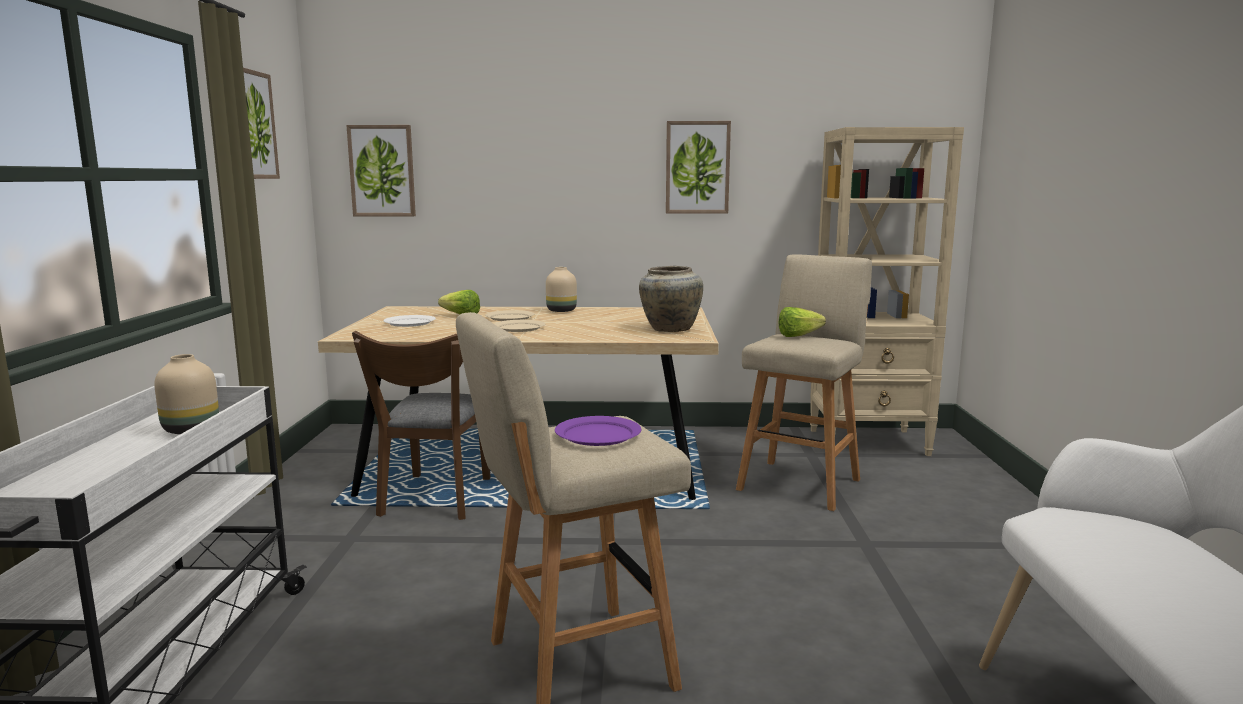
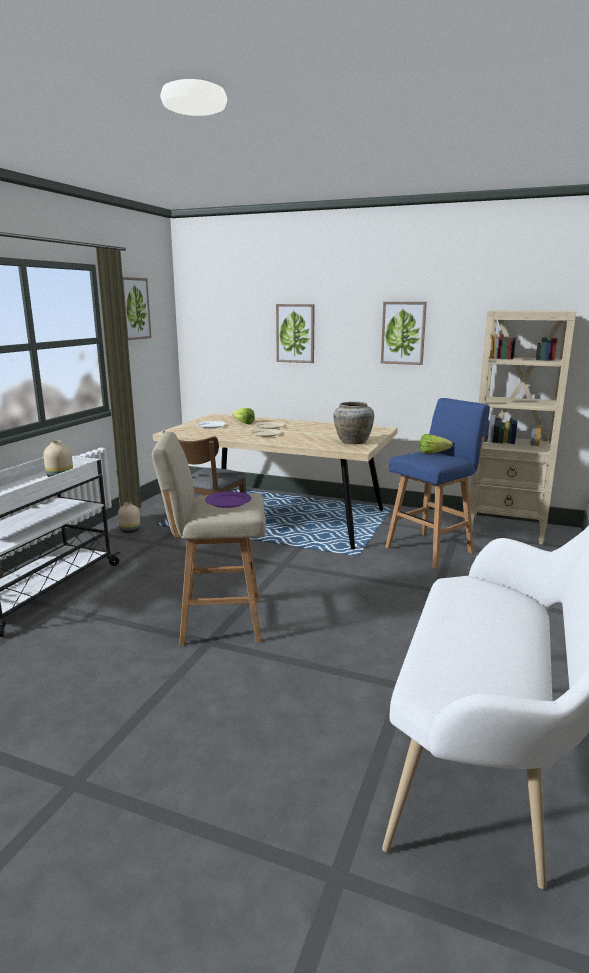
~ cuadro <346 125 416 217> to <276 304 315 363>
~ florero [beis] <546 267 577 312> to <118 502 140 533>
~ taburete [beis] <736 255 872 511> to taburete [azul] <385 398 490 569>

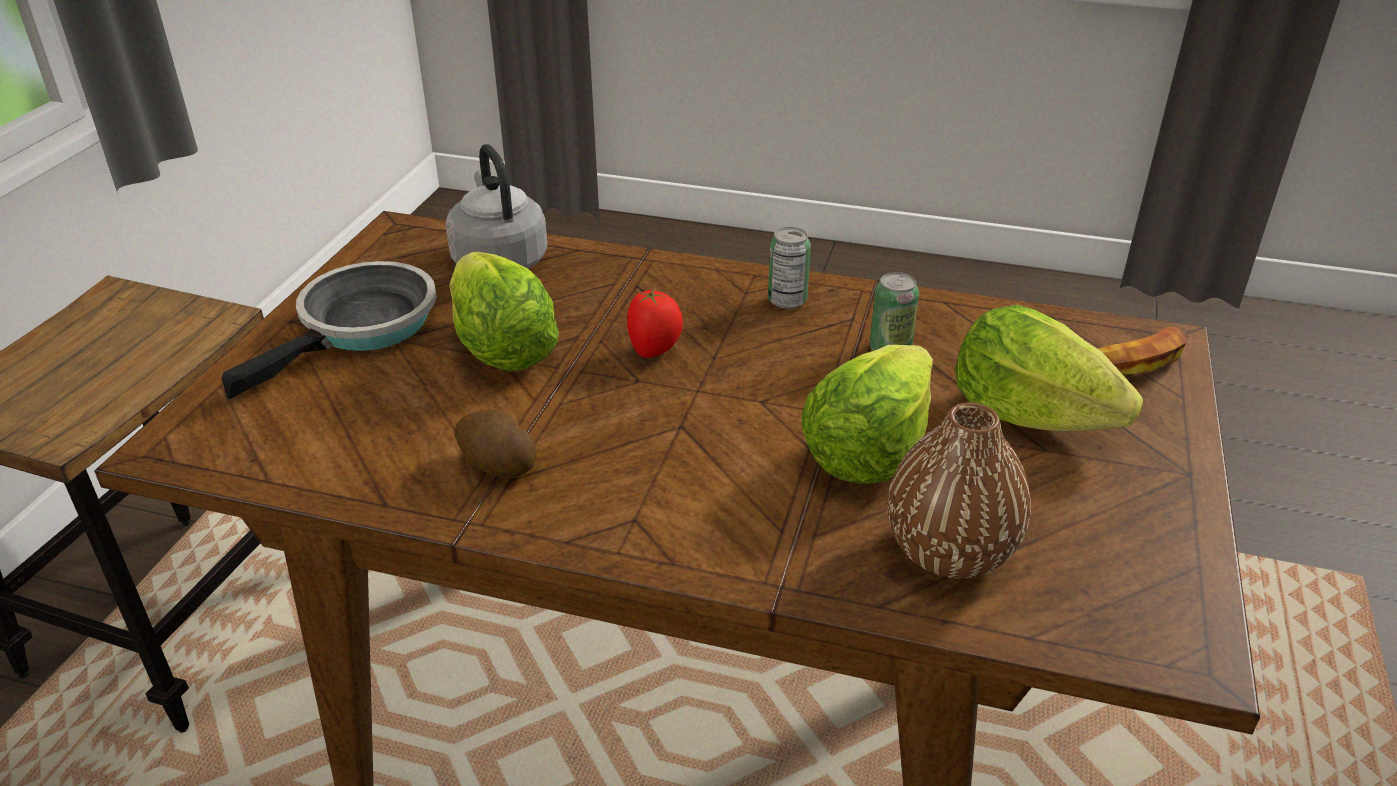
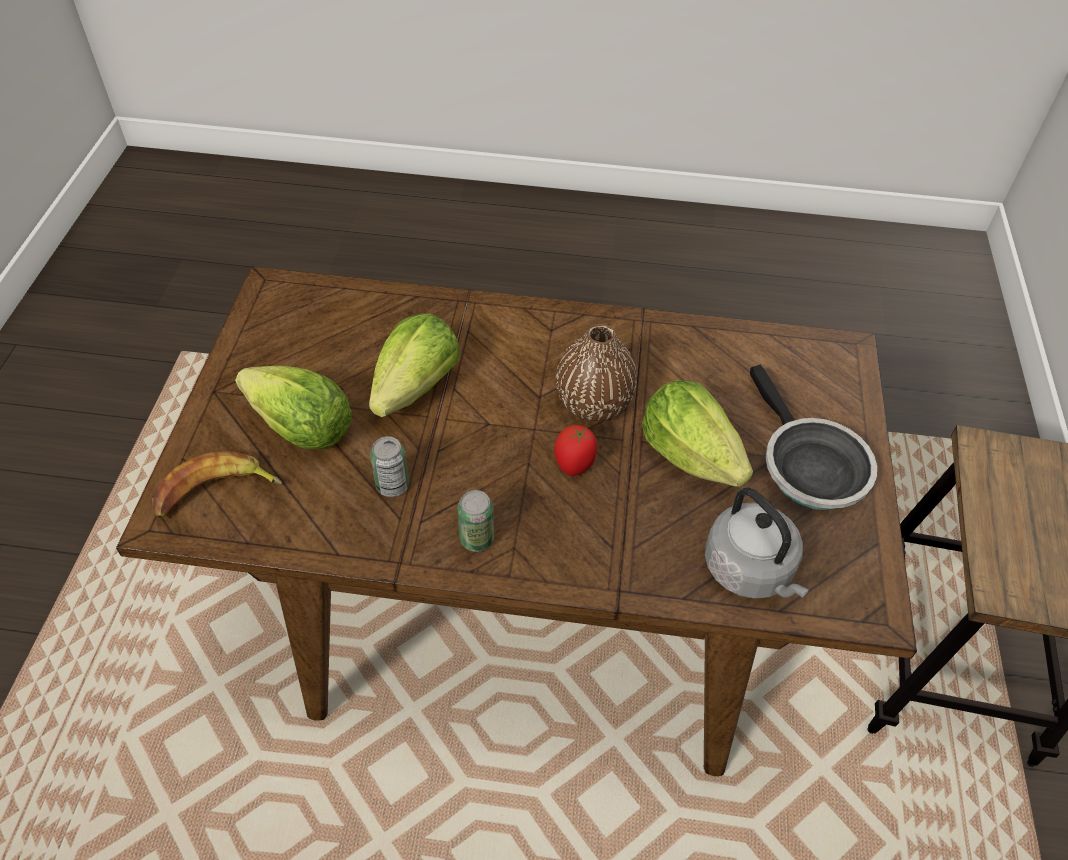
~ sartén <222 261 437 399> = <750 365 877 510> 45 degrees counterclockwise
- patata <455 410 537 478>
~ florero [marrón] <887 402 1031 578> to <556 324 637 421>

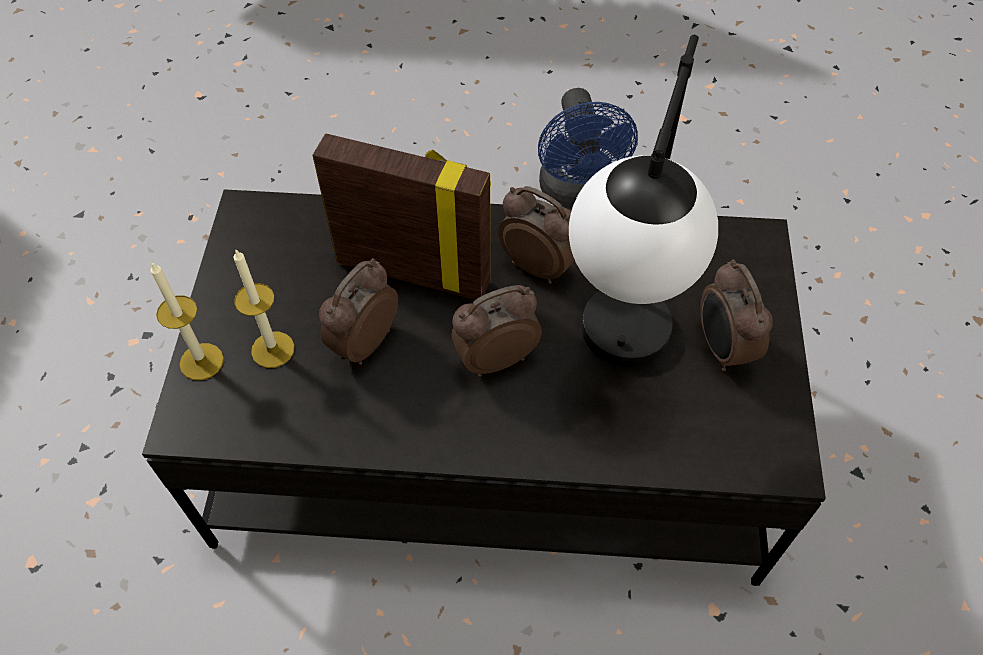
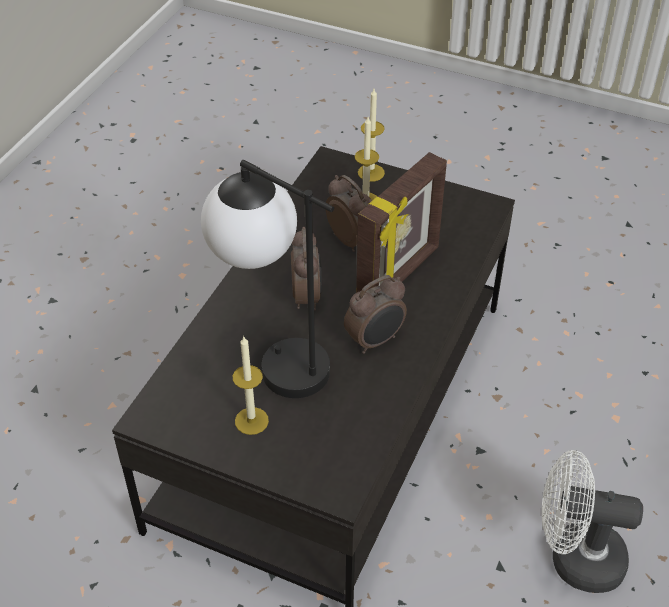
~ ventilador [azul] <538 88 638 208> to ventilador [blanco] <542 450 643 593>
~ despertador <700 259 773 371> to vela <233 337 269 435>

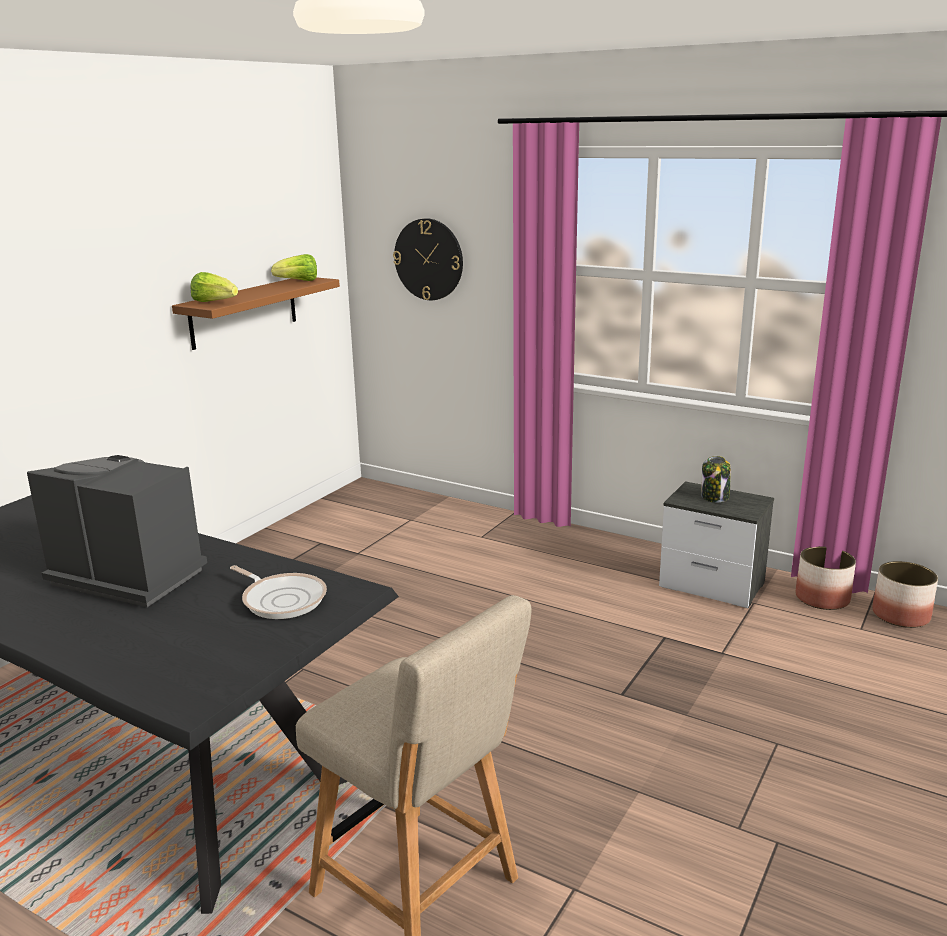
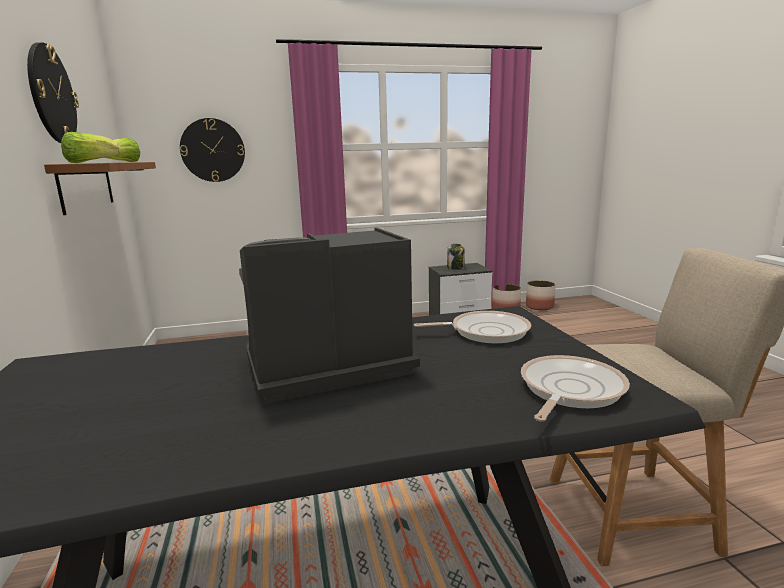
+ reloj de pared <27 42 79 143>
+ sartén <521 355 630 422>

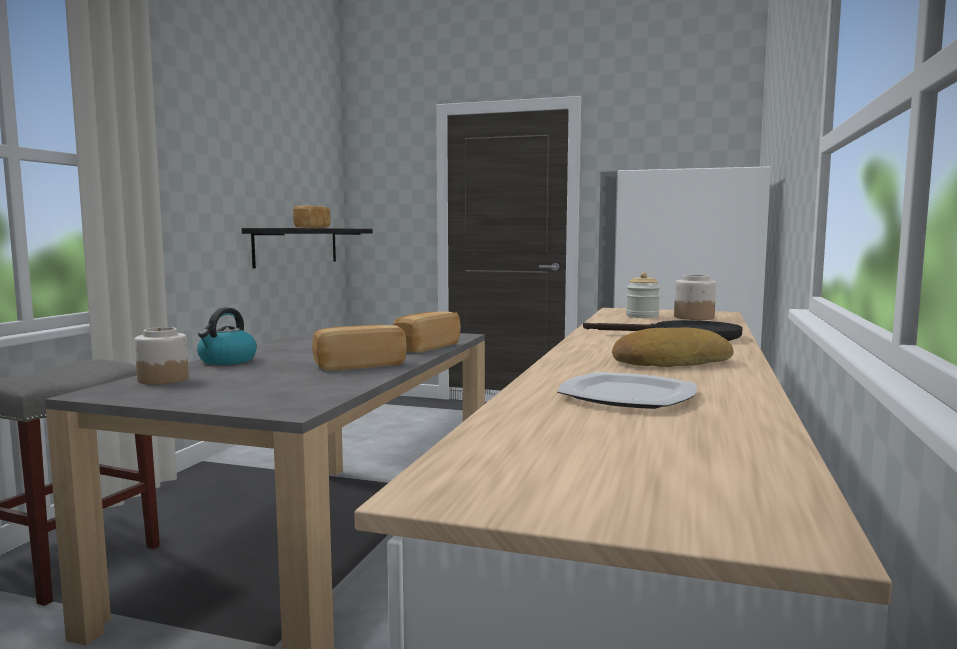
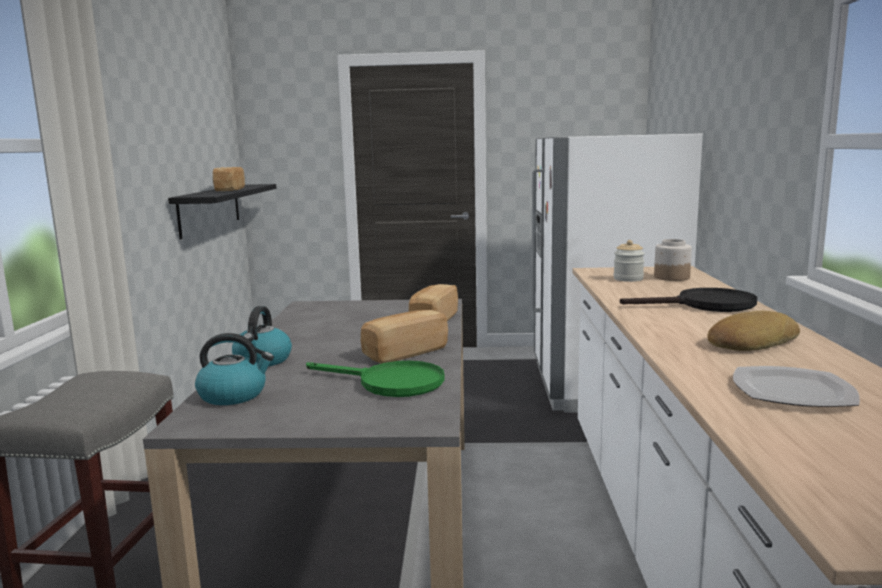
~ tarro <135 327 189 385> to hervidor <195 333 274 405>
+ sartén [verde] <306 361 445 397>

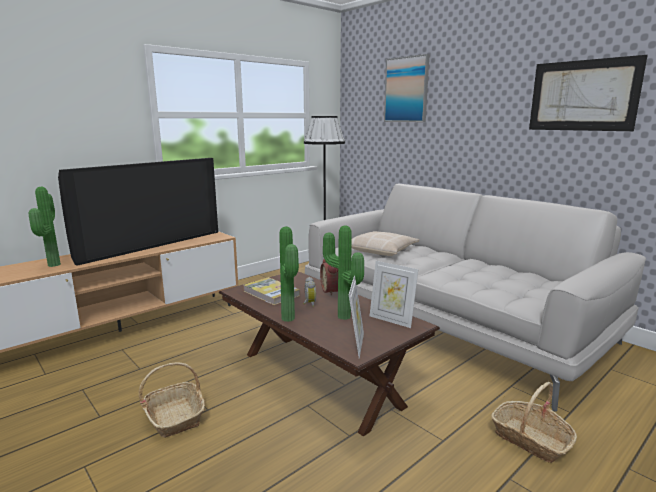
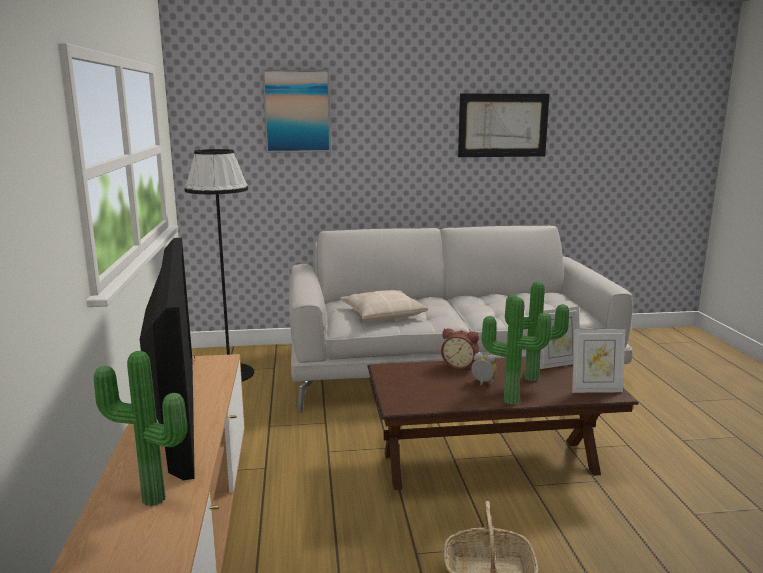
- libro <243 277 300 305>
~ portarretratos <349 275 364 358> = <572 329 625 393> 135 degrees clockwise
- cesta <491 382 577 463>

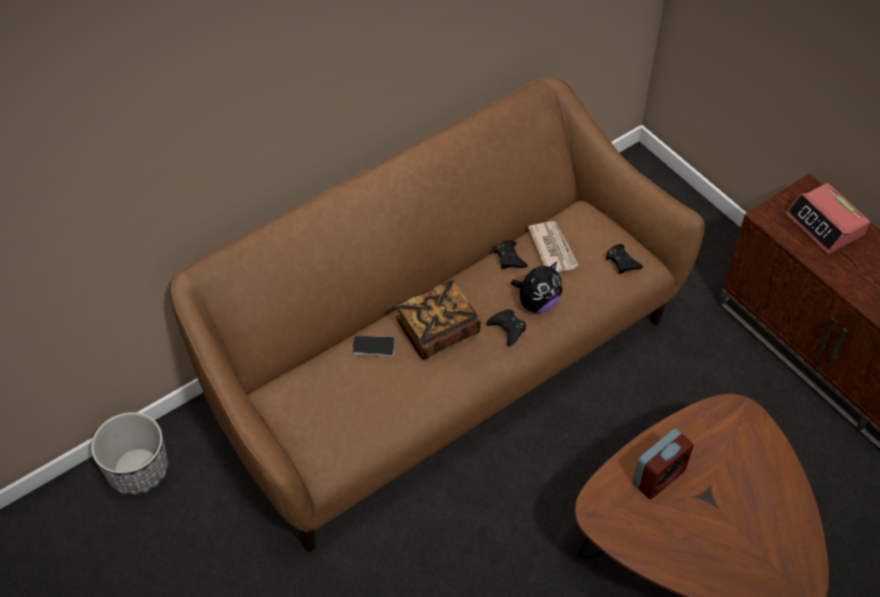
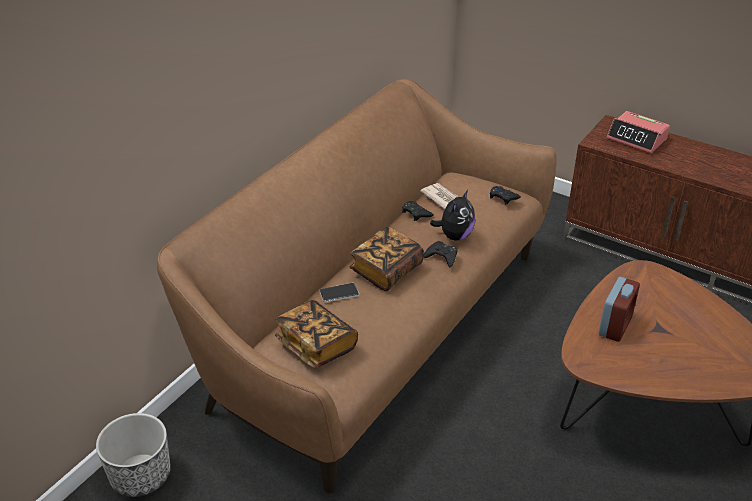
+ libro <275 300 358 368>

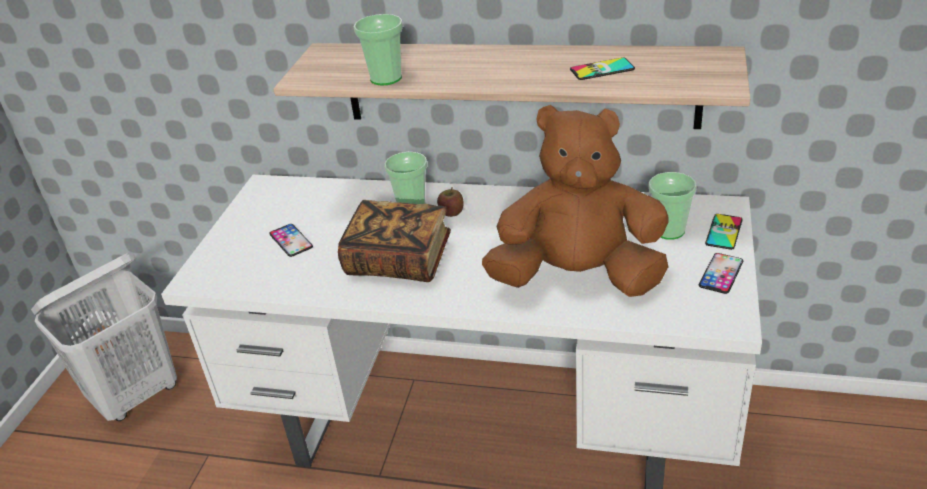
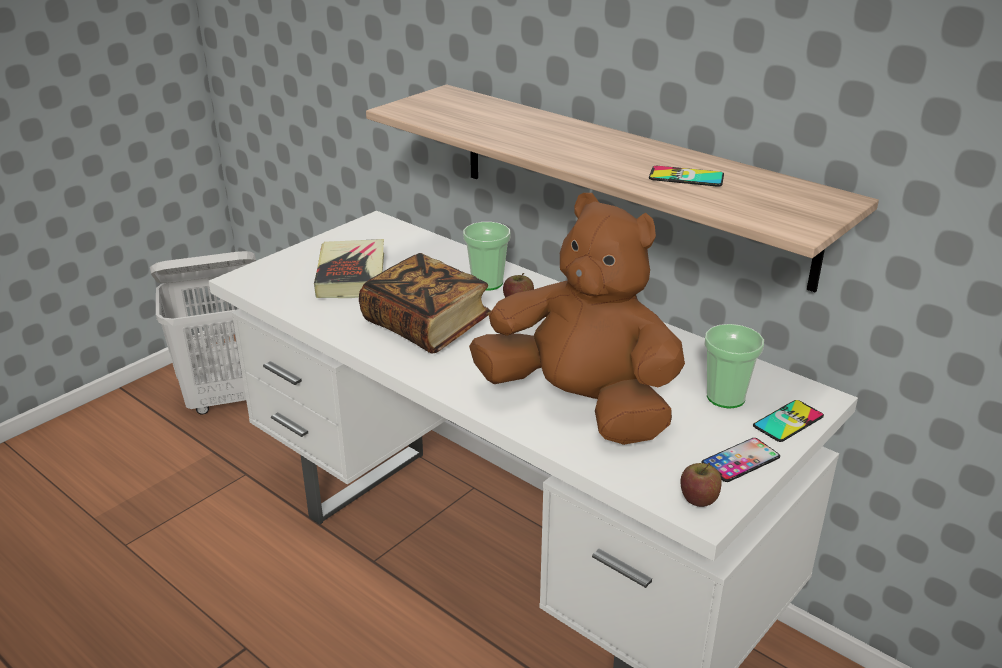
~ móvil <269 224 313 257> to libro <314 239 384 298>
- taza <354 14 403 86>
+ manzana <680 463 722 507>

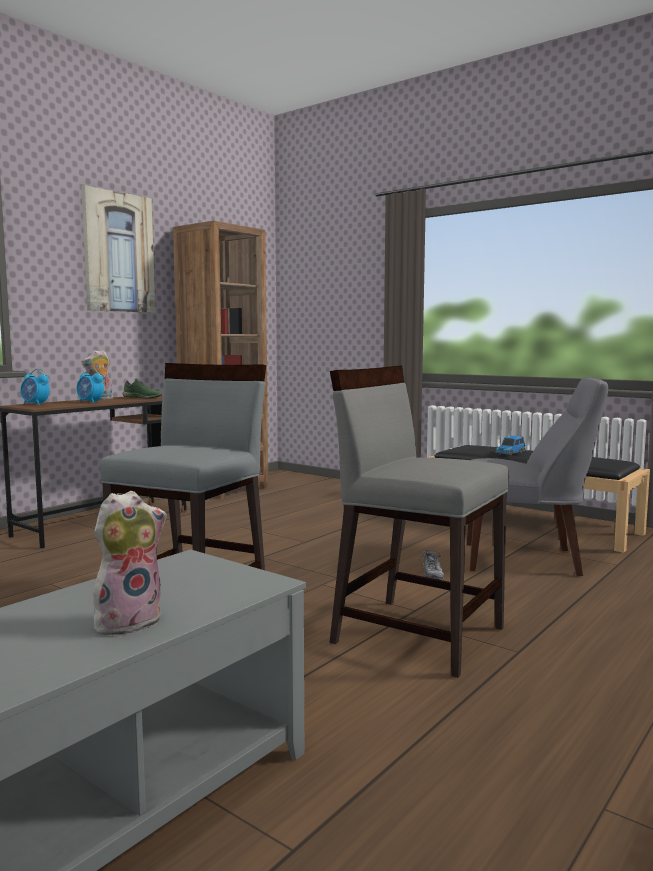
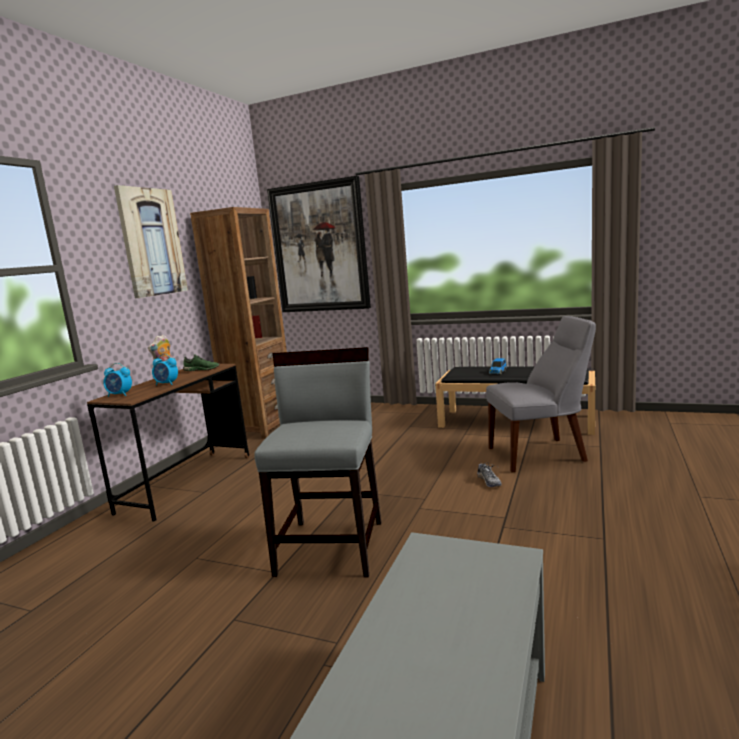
- peluche <93 491 167 635>
- silla [gris] <330 365 509 678>
+ cuadro <267 176 371 312>

